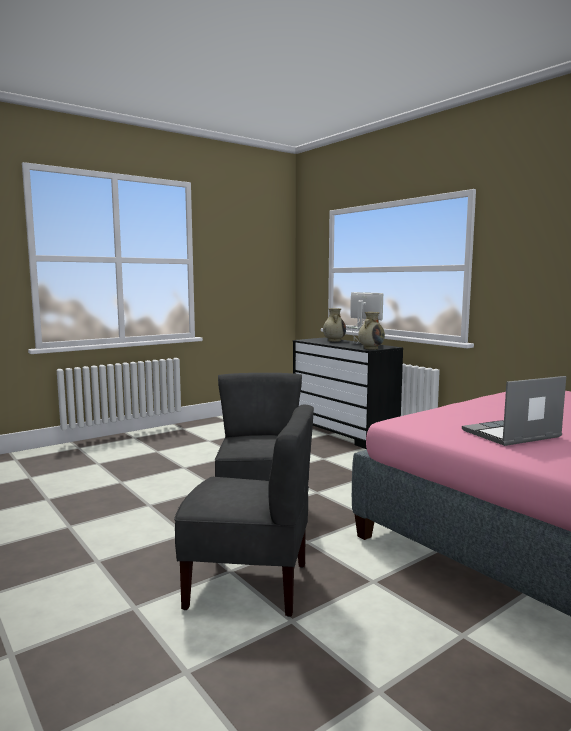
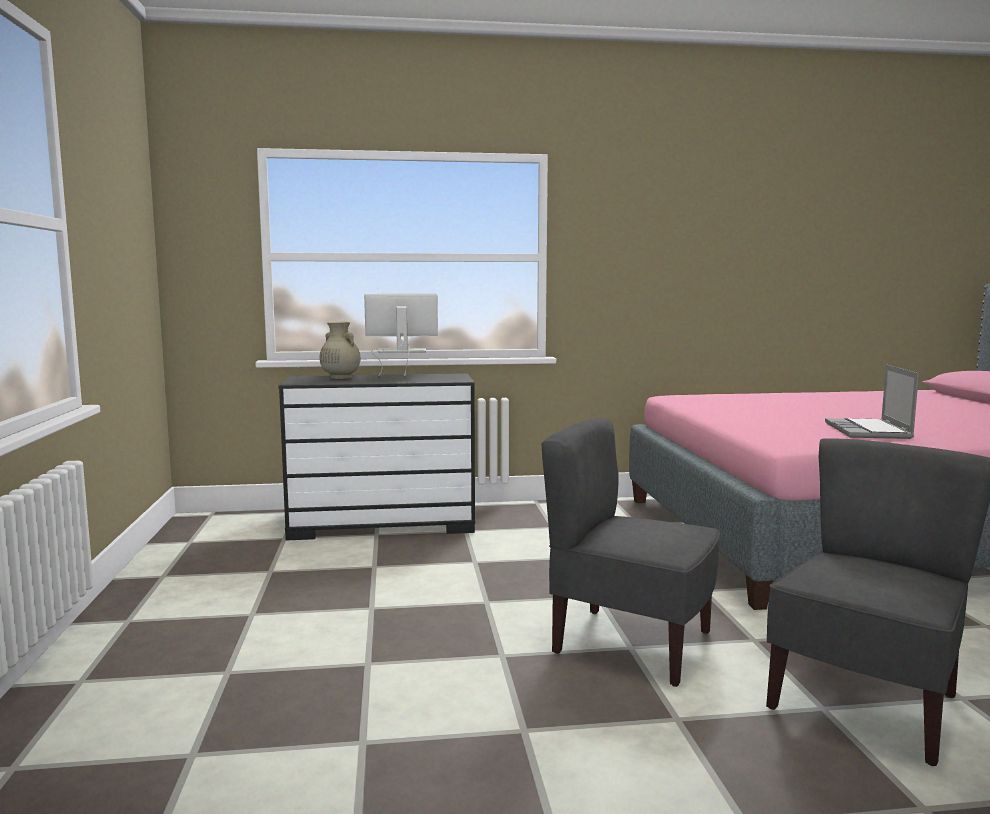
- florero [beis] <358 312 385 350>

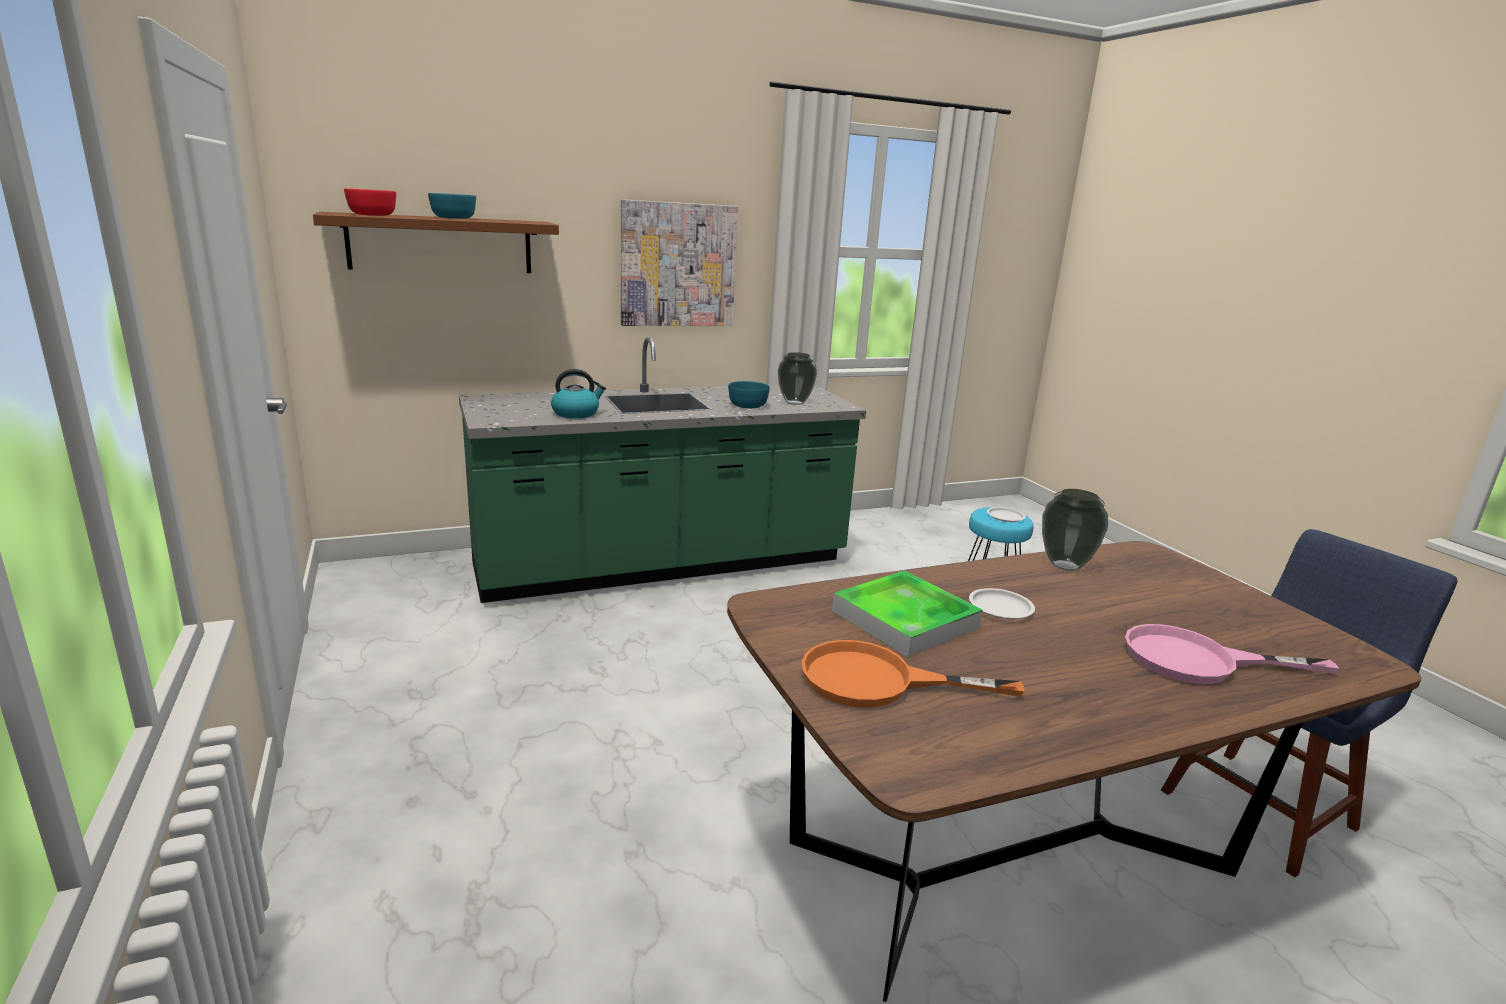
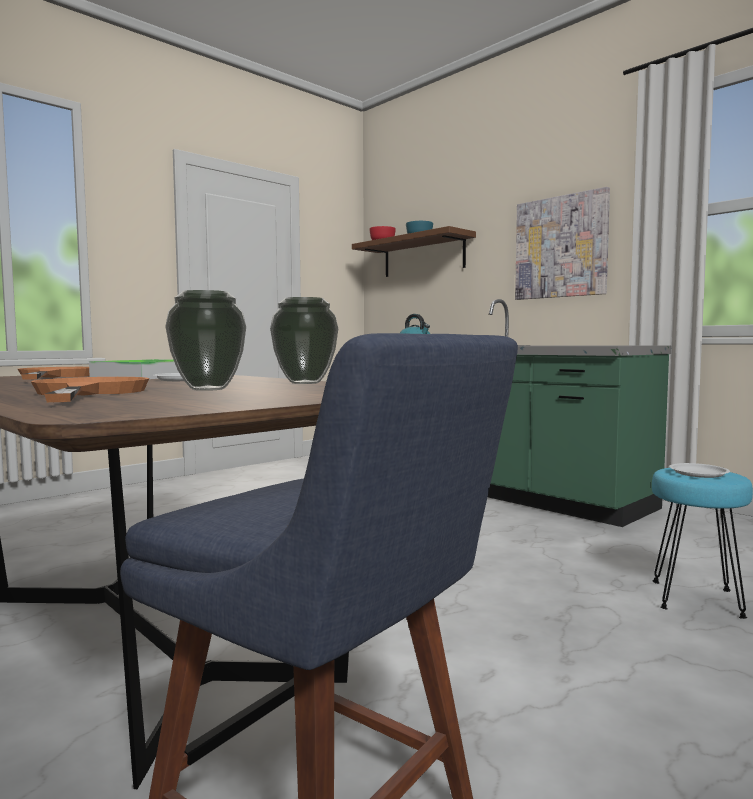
- cuenco [turquesa] <728 381 770 408>
~ florero <778 352 817 405> to <165 290 246 391>
~ sartén [rosa] <1125 624 1340 684> to sartén [naranja] <31 377 149 402>

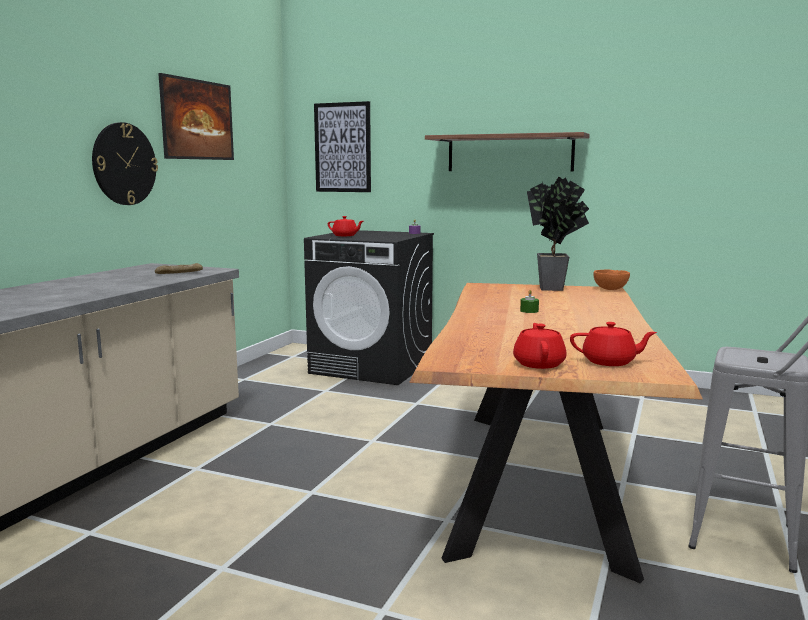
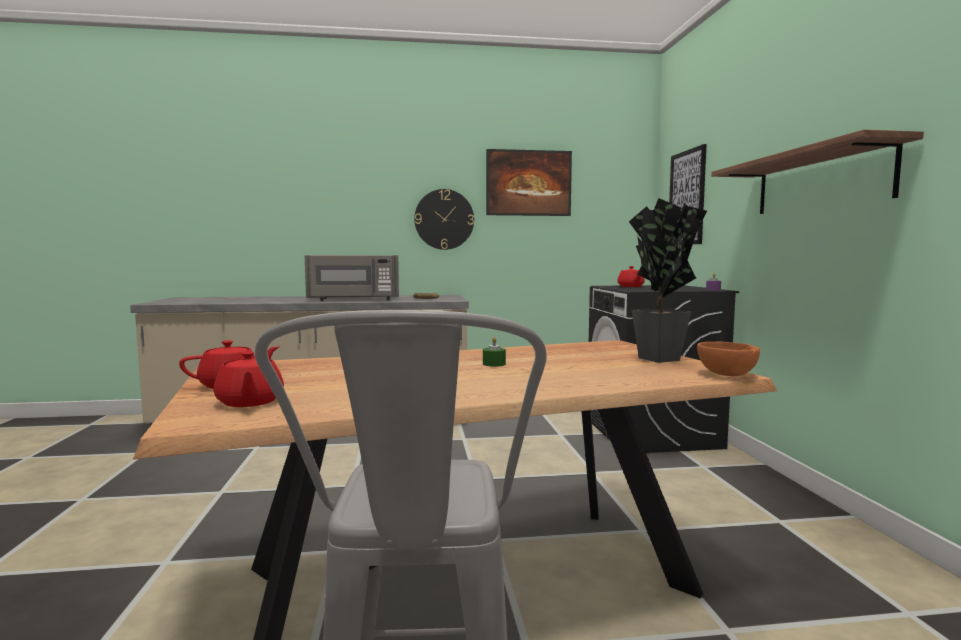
+ microondas [gris] <305 255 399 301>

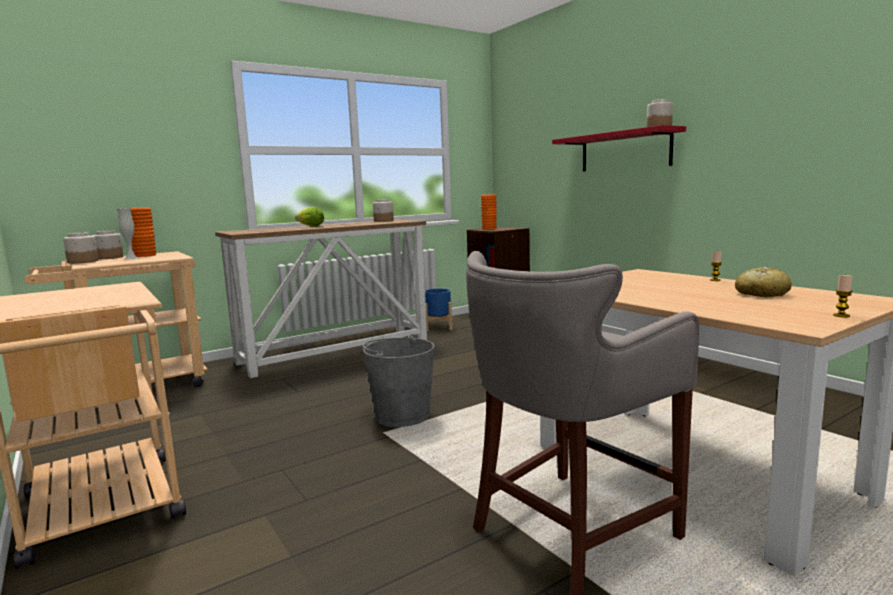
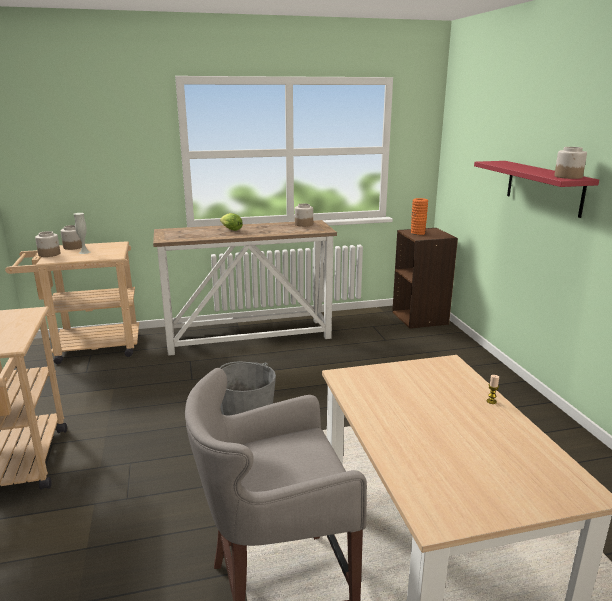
- florero [naranja] <131 207 156 257>
- maceta [azul] <425 289 452 331>
- pan <735 266 792 297>
- vela <833 274 853 317>

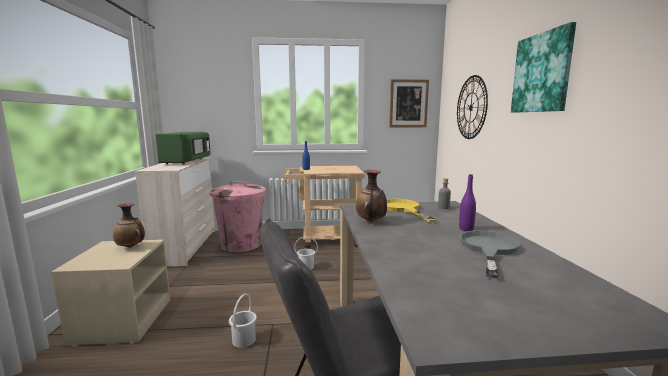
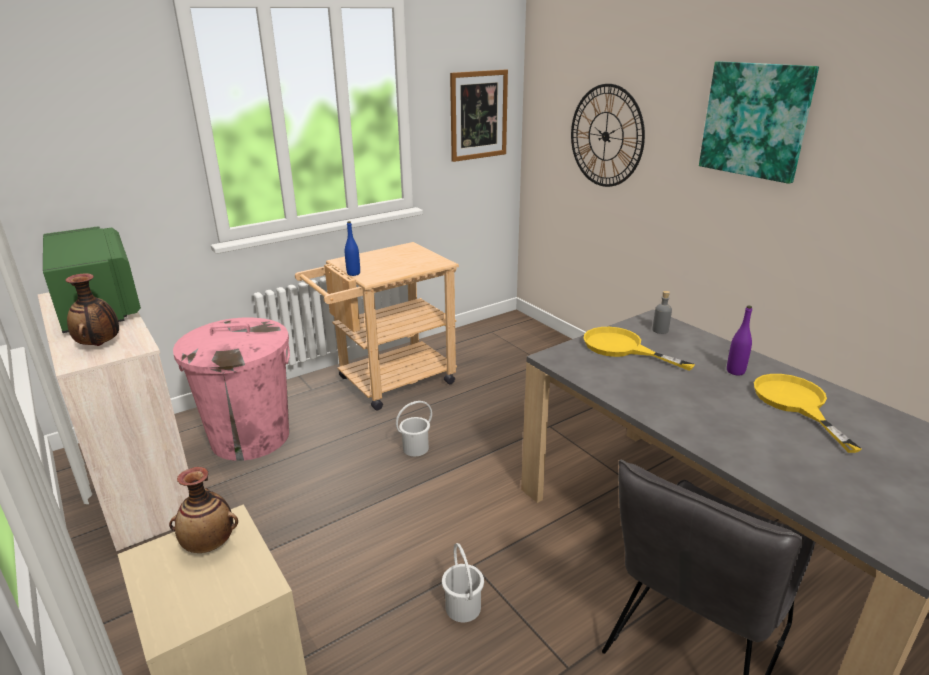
~ florero <356 170 387 222> to <65 273 119 346>
~ sartén [gris] <460 231 520 279> to sartén [amarillo] <754 374 861 453>

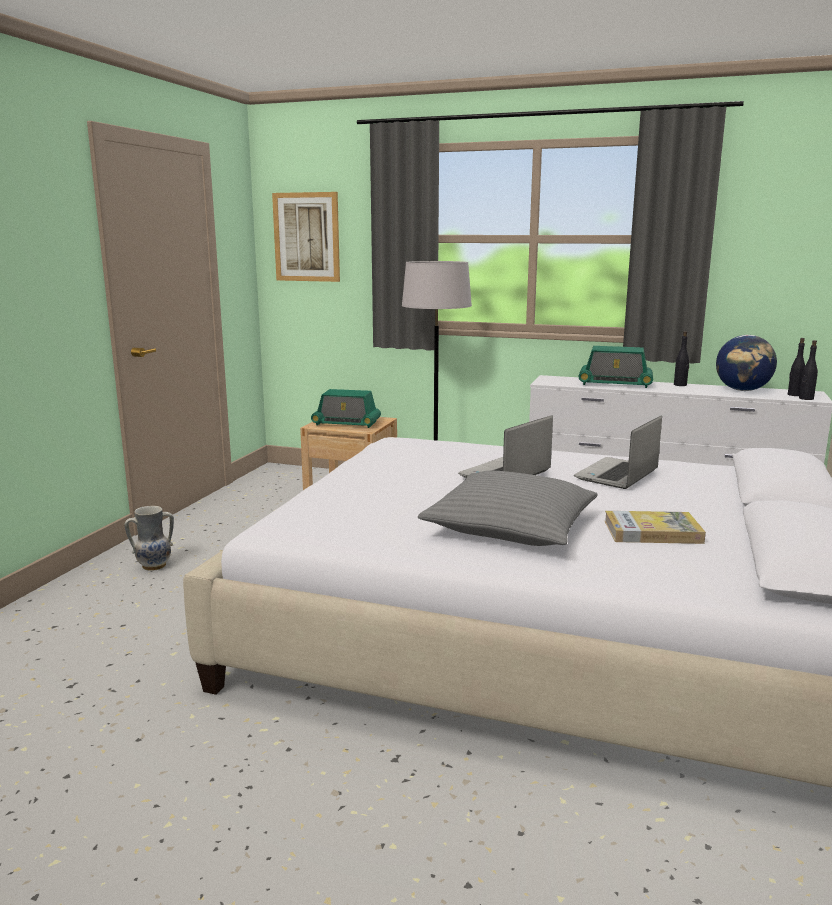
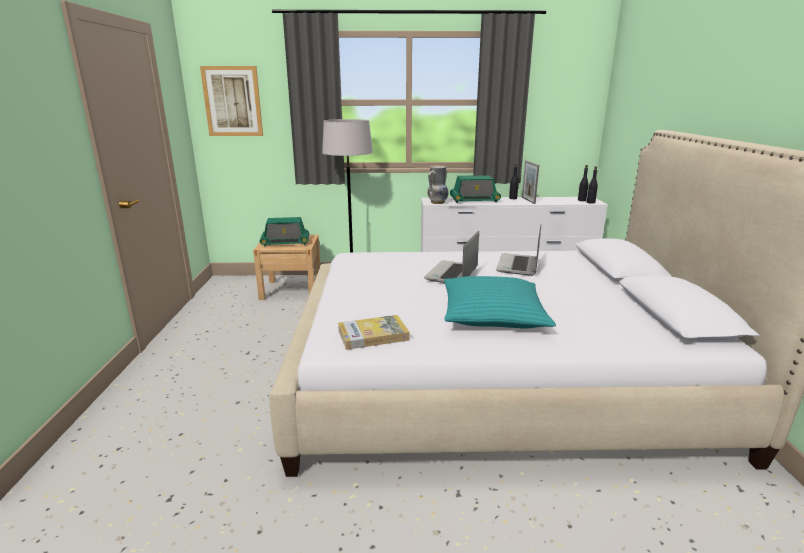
~ florero <124 506 174 571> to <428 166 449 204>
~ cojín [gris] <418 471 598 546> to cojín [turquesa] <444 276 556 328>
~ libro <605 511 706 544> to <338 315 410 350>
- globo terráqueo <716 335 777 391>
+ portarretratos <522 161 539 204>

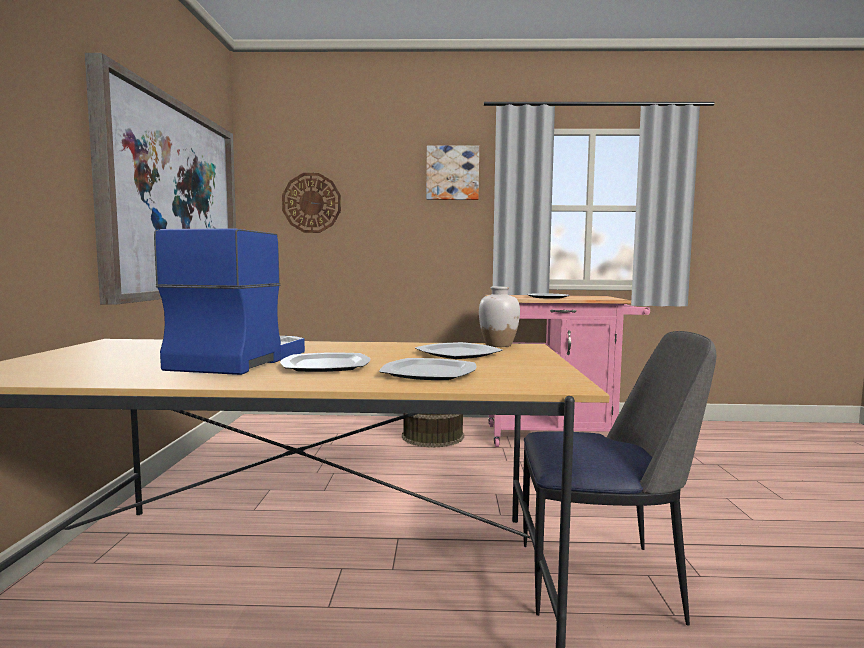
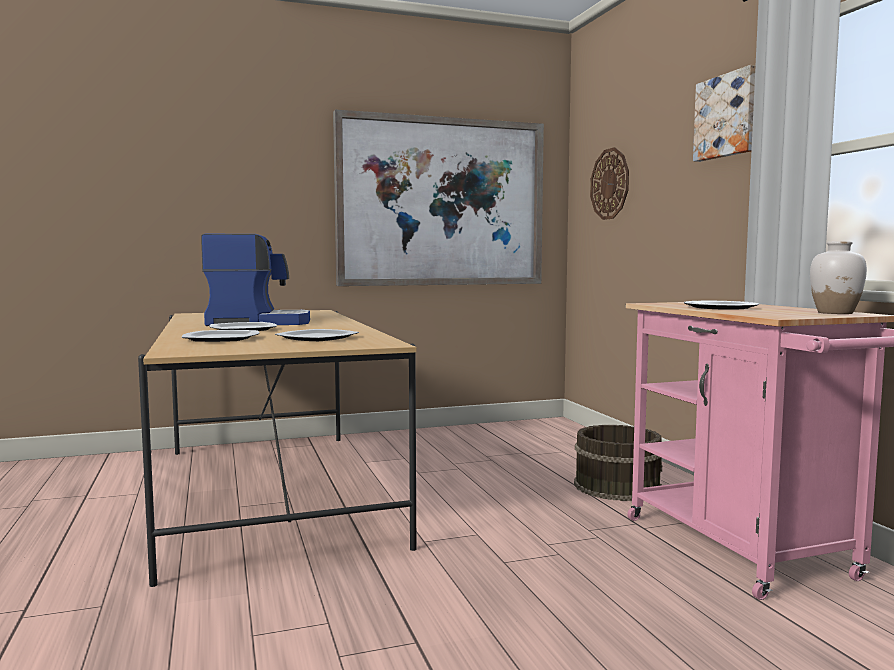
~ florero [blanco] <479 286 520 347> to <810 241 867 314>
- silla <523 331 716 626>

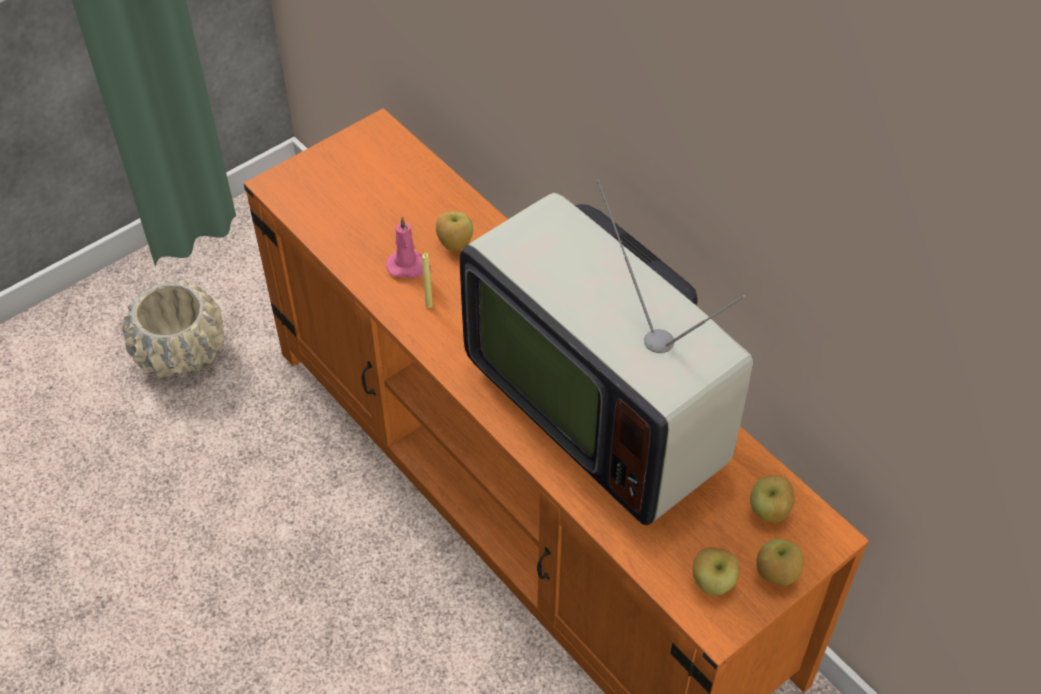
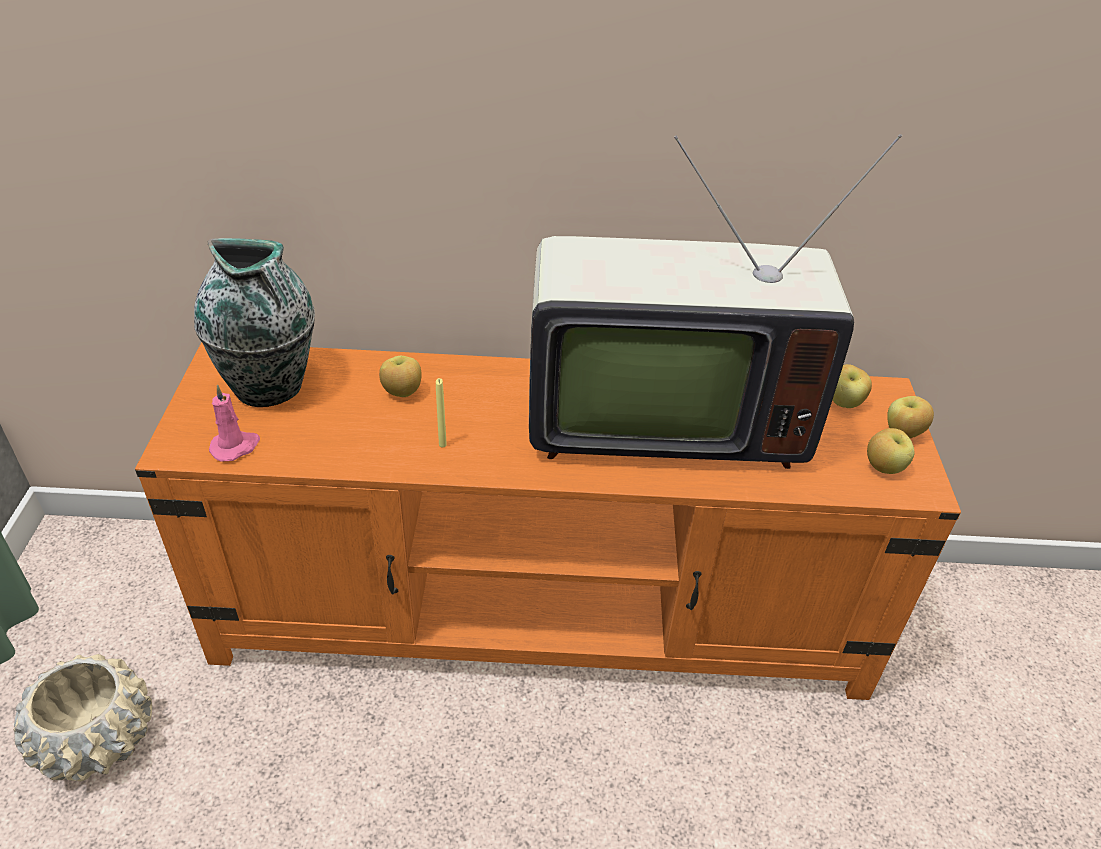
~ vela [rosa] <386 216 431 278> to <209 384 260 462>
+ florero <194 238 315 407>

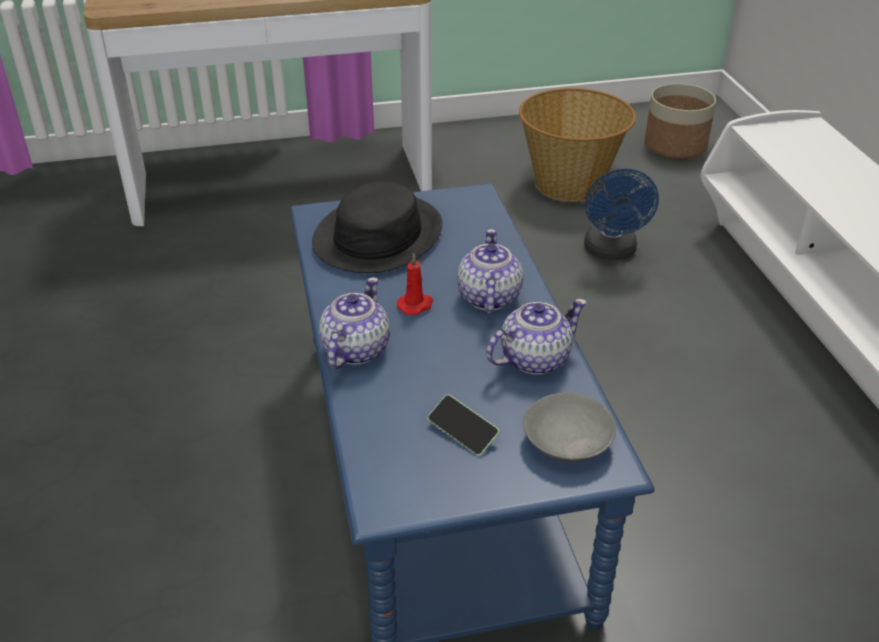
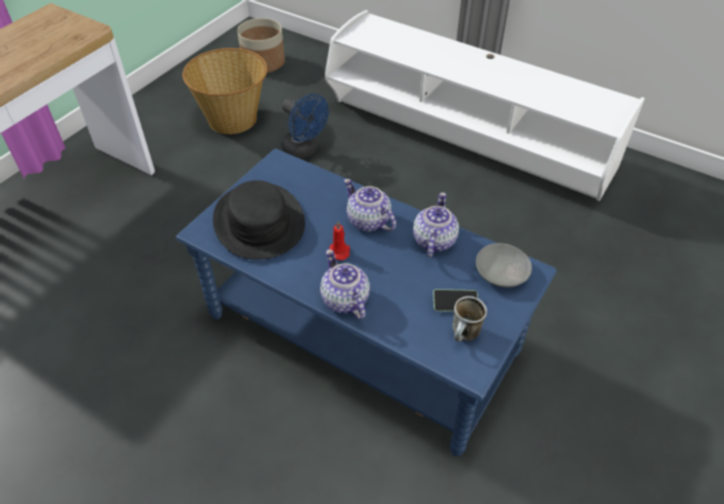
+ taza grande <453 296 487 342>

